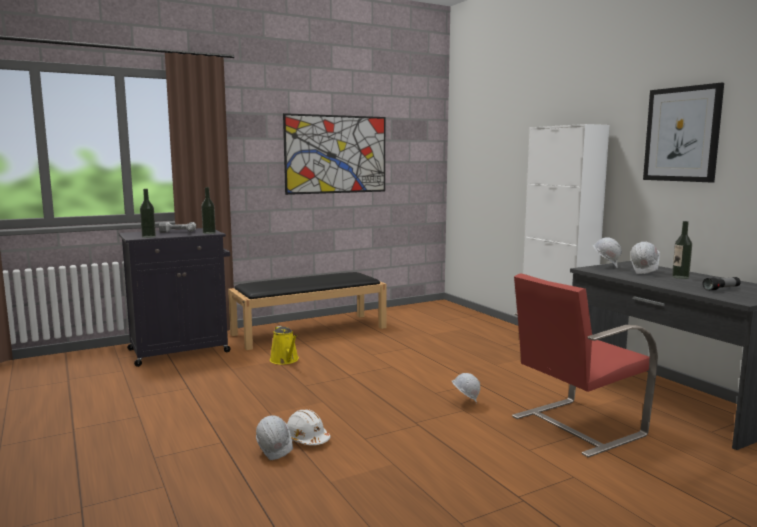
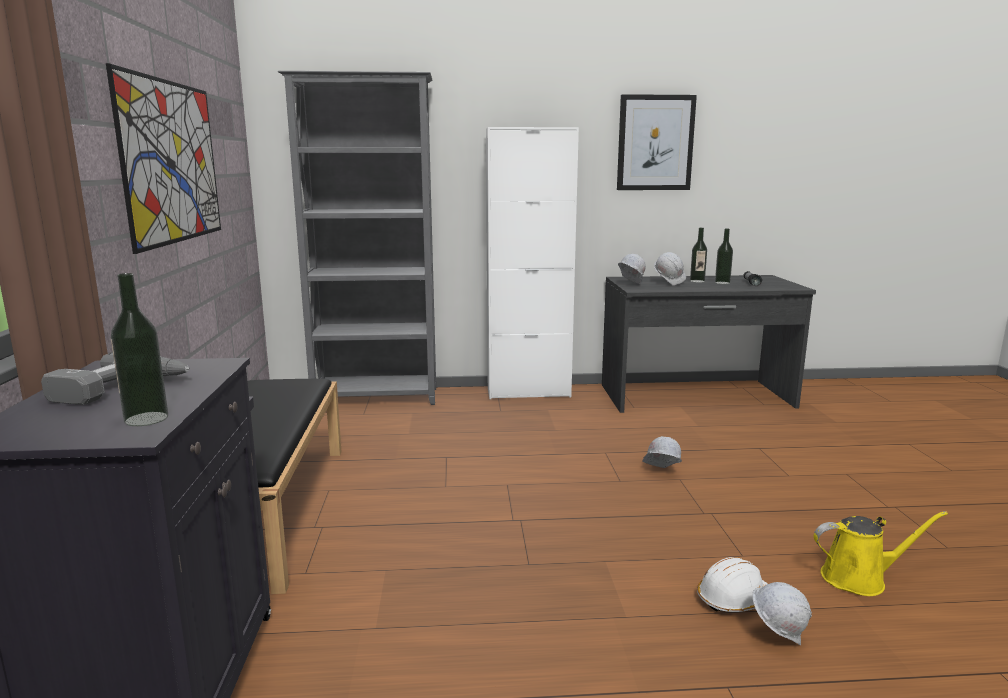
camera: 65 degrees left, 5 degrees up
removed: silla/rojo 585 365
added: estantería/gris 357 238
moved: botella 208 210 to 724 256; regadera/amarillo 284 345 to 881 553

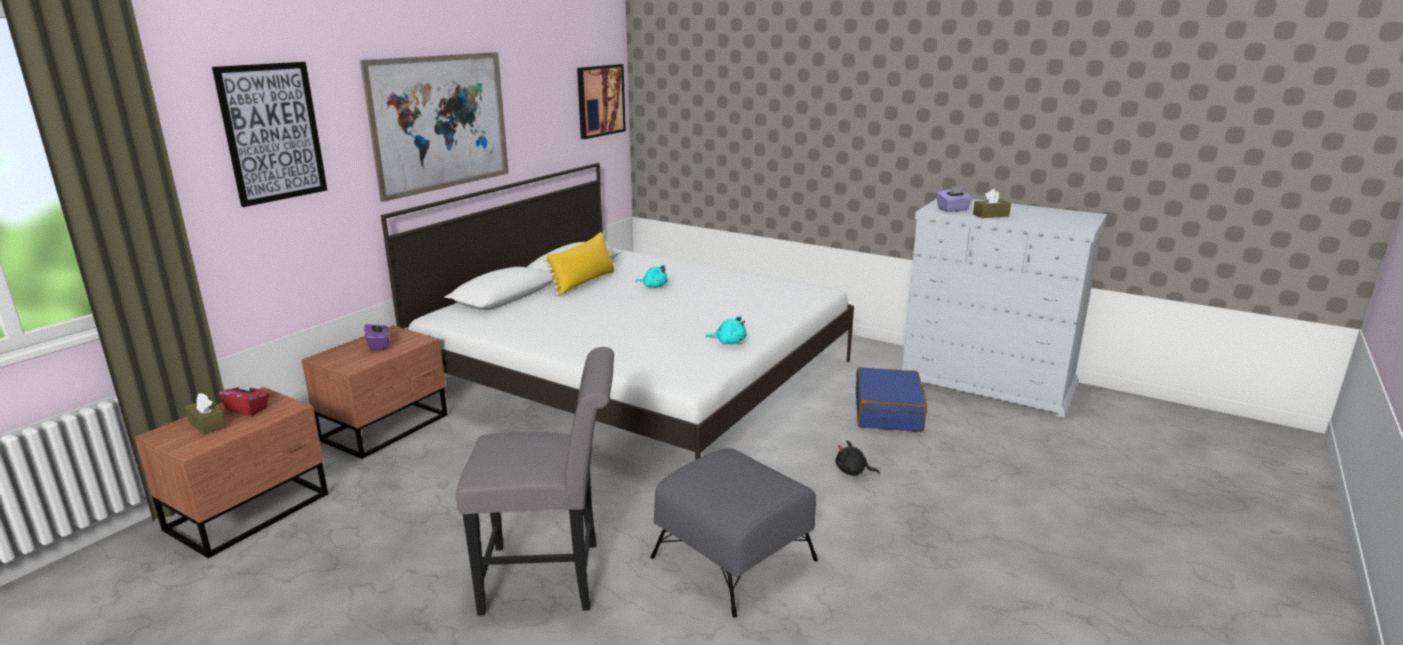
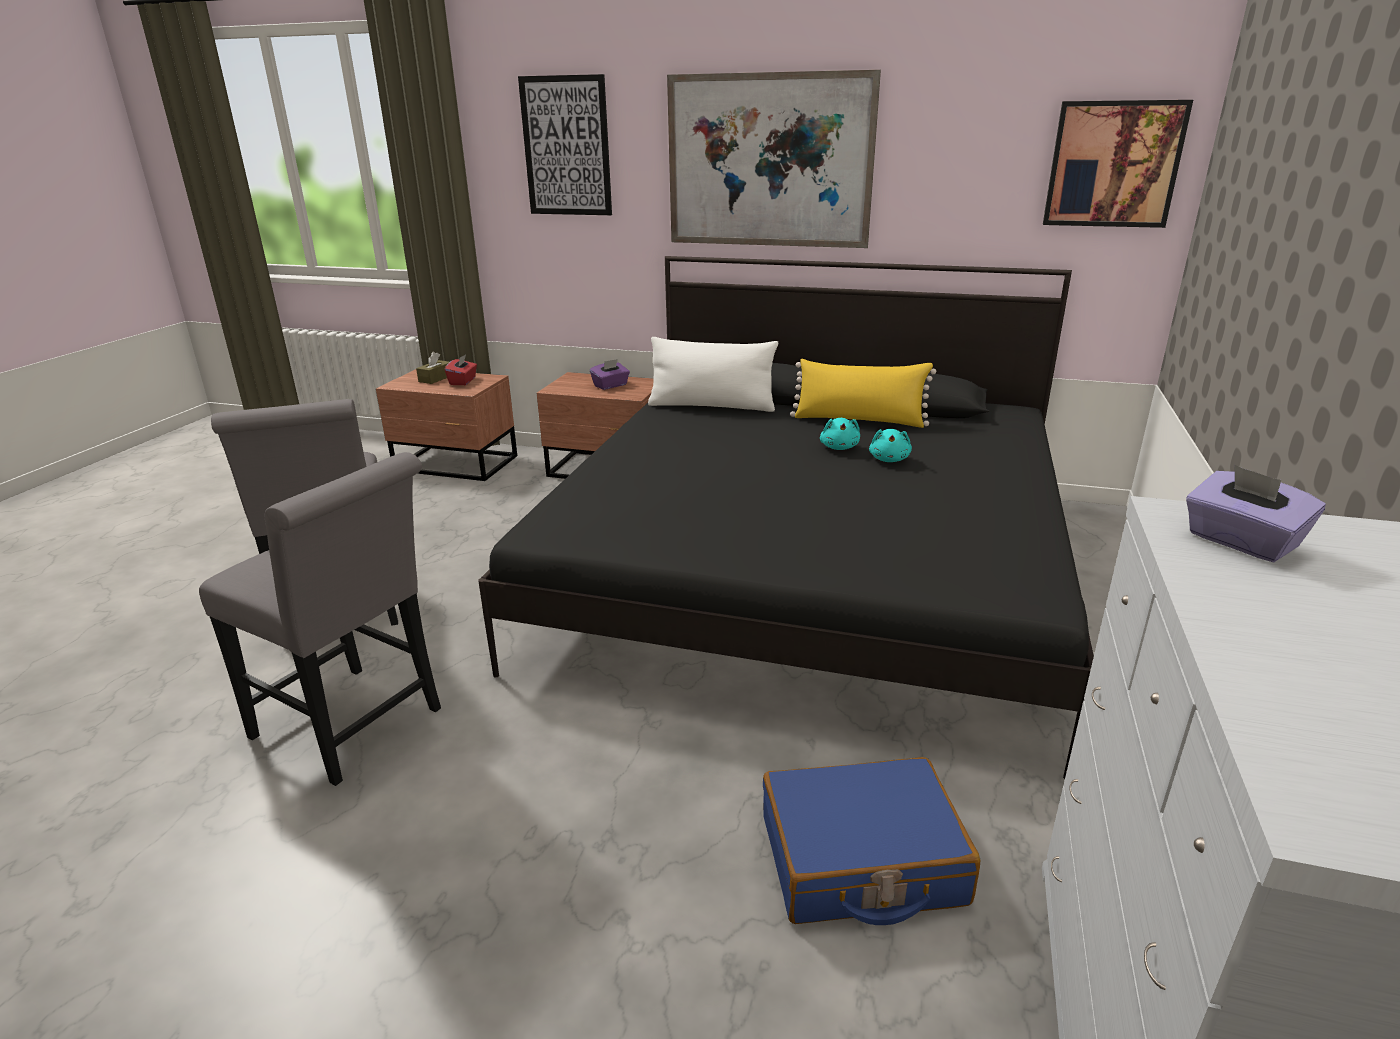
camera: 75 degrees right, 5 degrees up
removed: peluche/negro 857 458; caja de pañuelos/marrón 992 203
added: cojín/blanco 713 374
moved: peluche/turquesa 726 330 to 840 434
replaced: puf/gris 734 533 to silla/gris 320 619
recoloured: cama/blanco 617 311 to cama/negro 786 517

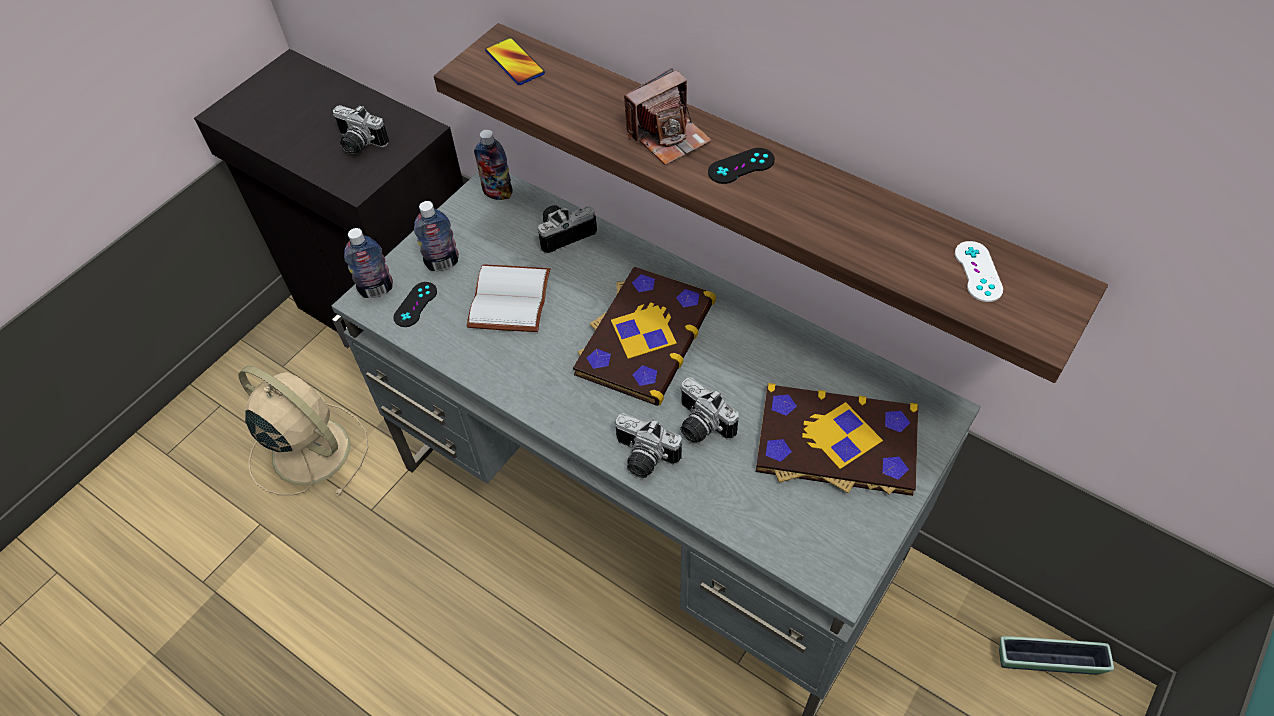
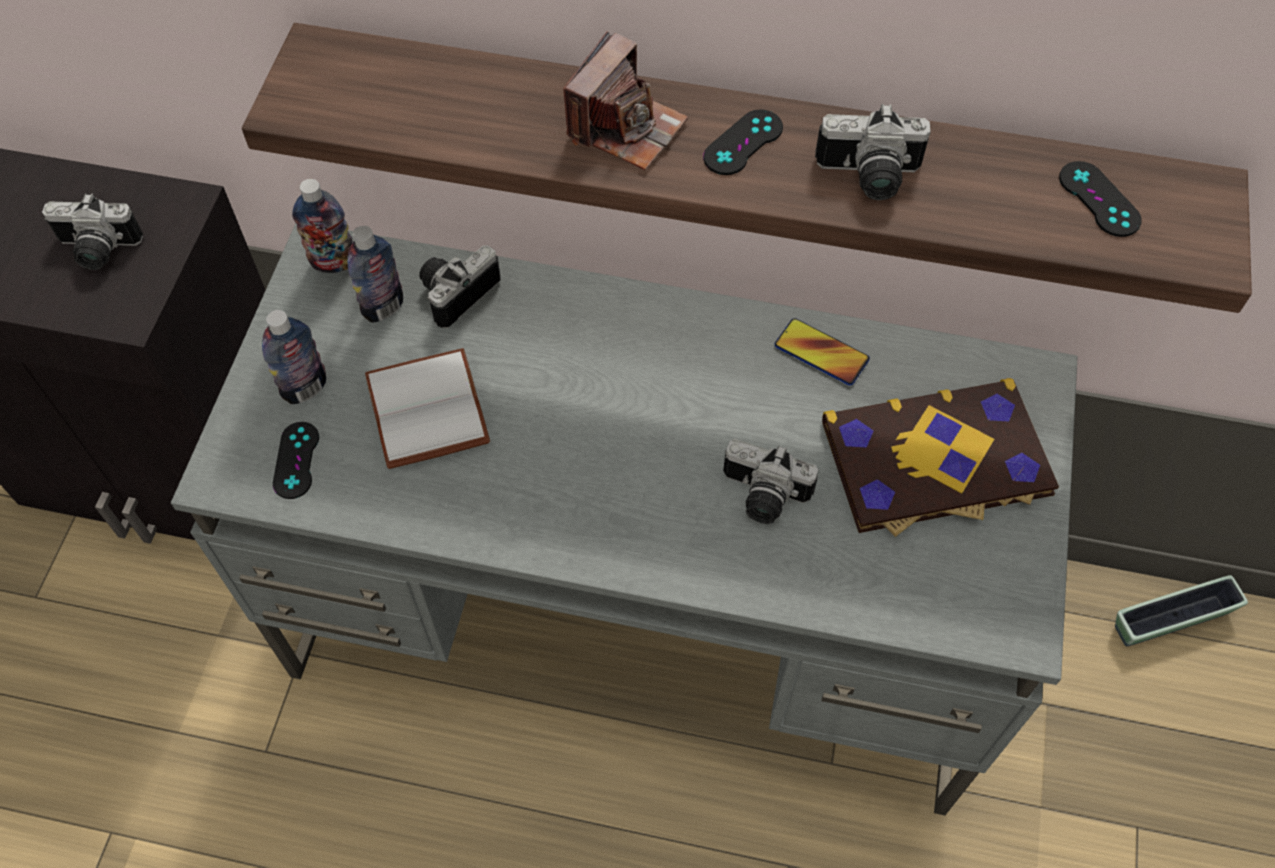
camera: 25 degrees left, 5 degrees up
removed: ventilador/beis 303 431; libro 644 336
moved: botella 368 263 to 375 274; móvil 515 61 to 822 351; cámara 648 445 to 873 152
recoloured: mando de consola/blanco 979 271 to mando de consola/negro 1100 199

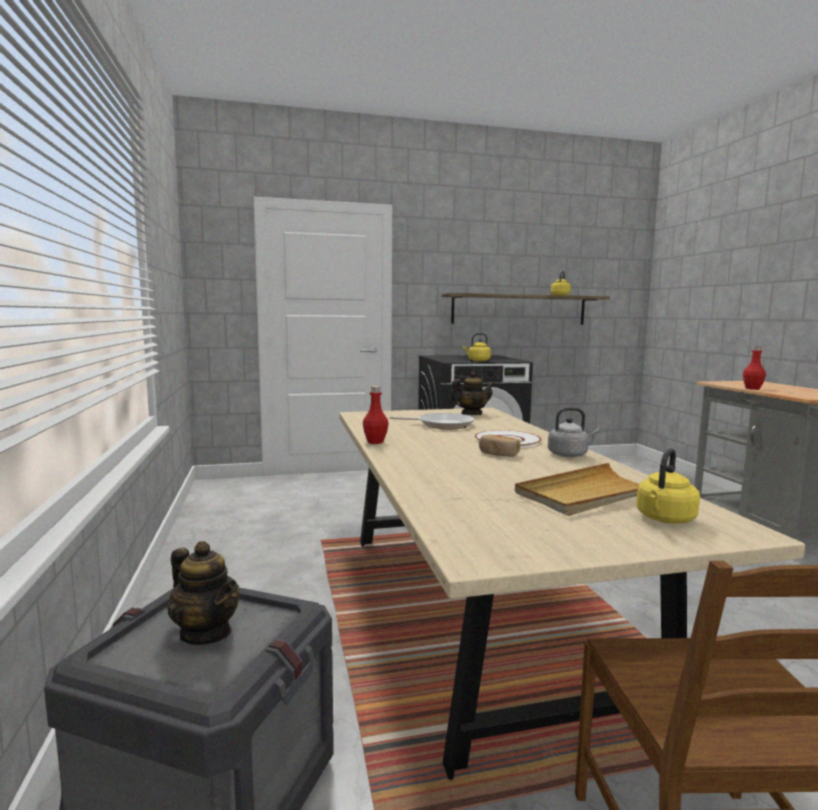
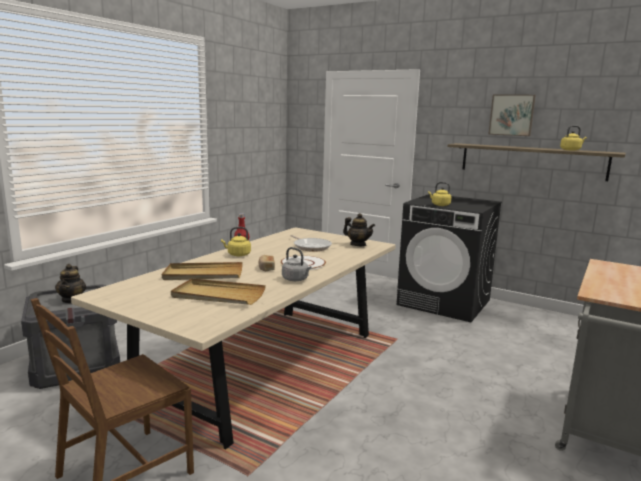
camera: 45 degrees right, 5 degrees up
removed: botella/rojo 754 368
added: bandeja/beis 202 271; cuadro 512 115
moved: hervidor/amarillo 668 486 to 236 241

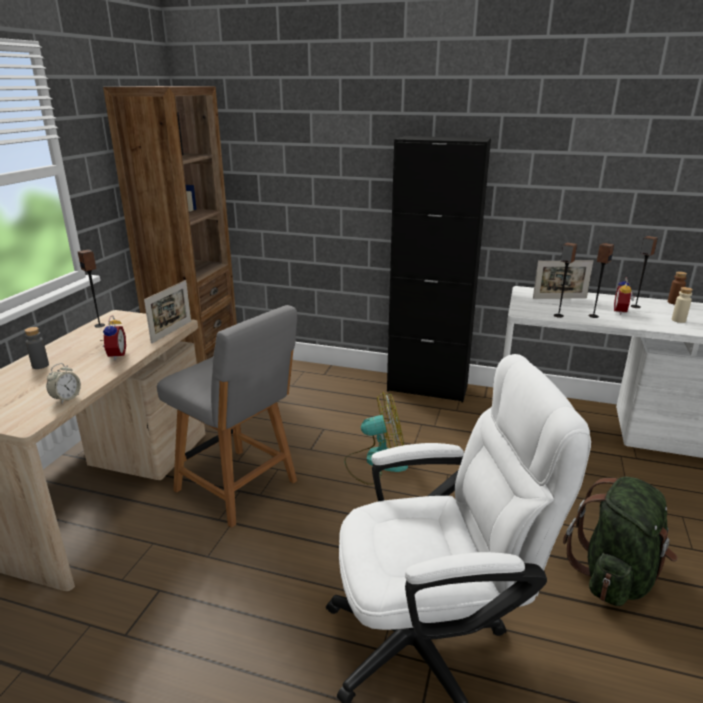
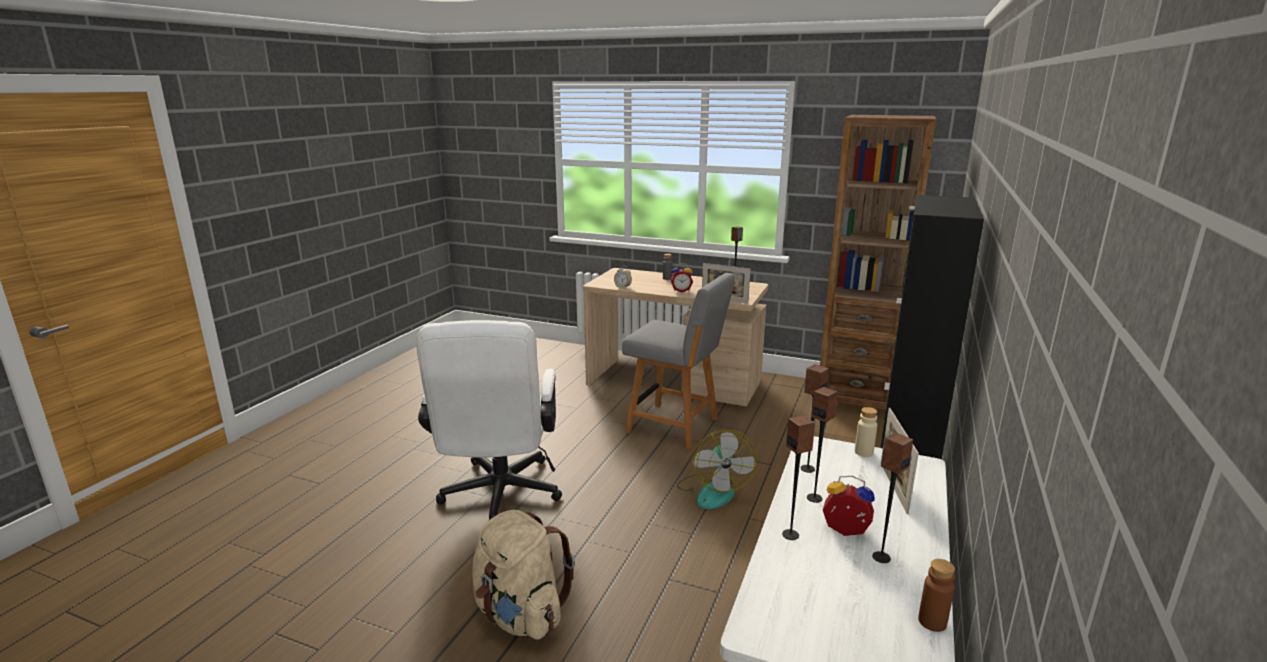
camera: 95 degrees right, 5 degrees down
added: altavoz 798 477
moved: botella/beis 682 305 to 866 432
recoloured: mochila/verde 620 541 to mochila/beis 523 575
turned: silla/gris 227 416 = 678 361 105 degrees counterclockwise

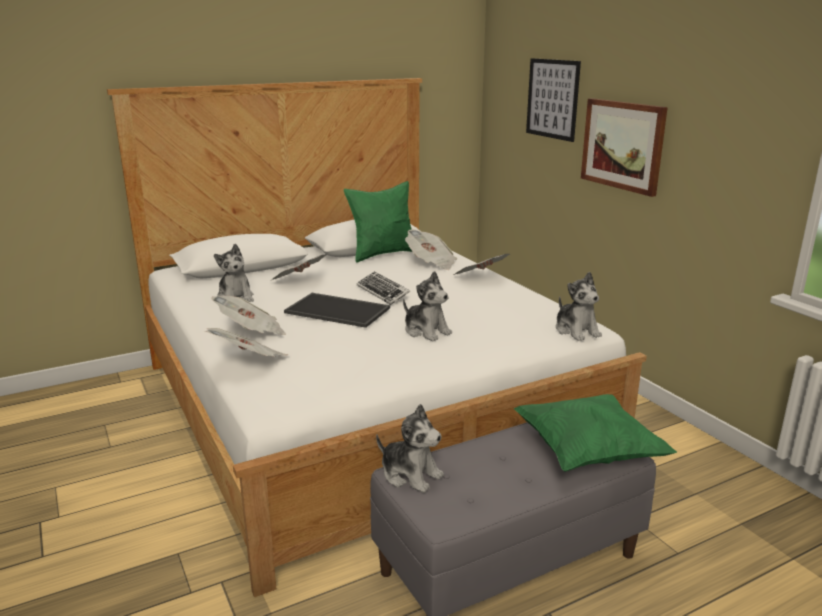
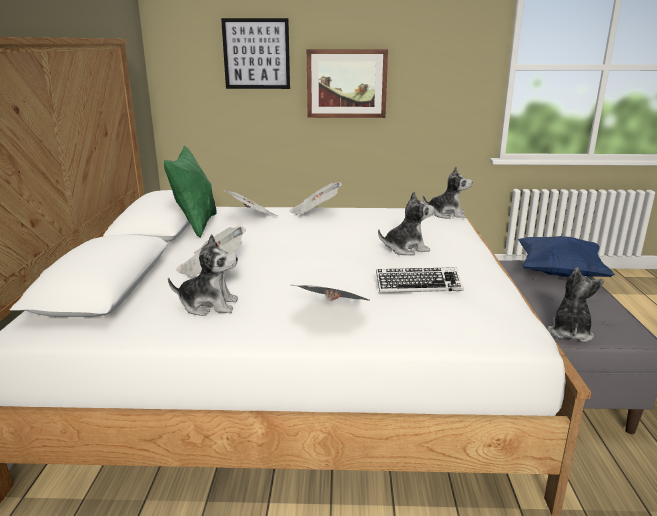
camera: 60 degrees left, 0 degrees up
removed: periódico 246 342; bandeja 337 310
moved: teclado 383 288 to 420 280
recoloured: cojín/verde 595 433 to cojín/azul 566 256
turned: peluche 410 448 = 576 305 45 degrees counterclockwise

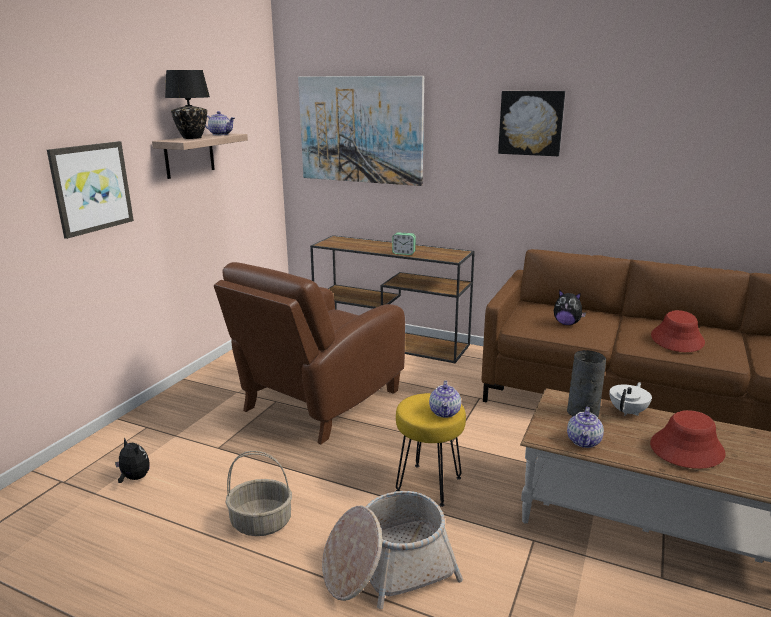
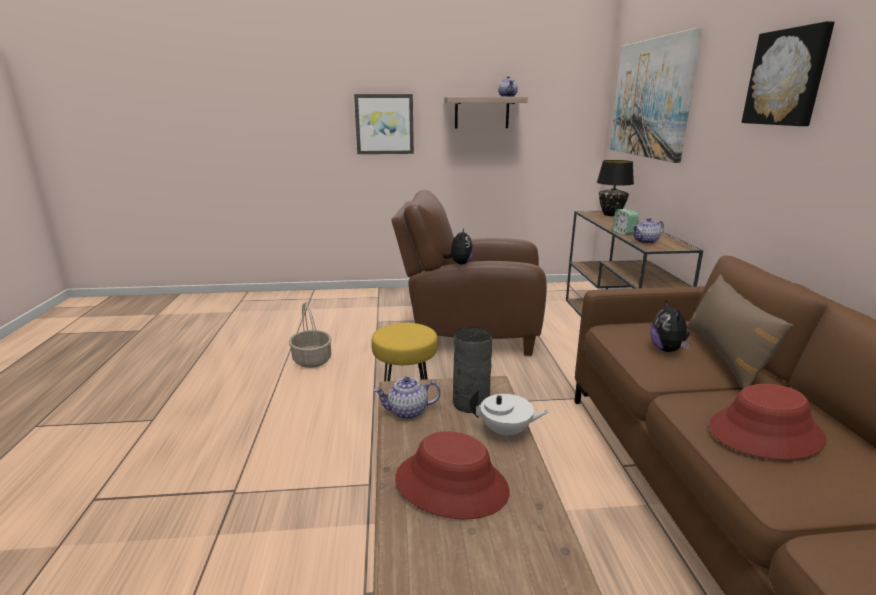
camera: 60 degrees right, 0 degrees up
removed: cesta 392 550
added: cojín/marrón 740 331
moved: peluche 132 460 to 458 247; lámpara de mesa/negro 187 104 to 615 188; tetera 445 399 to 648 231

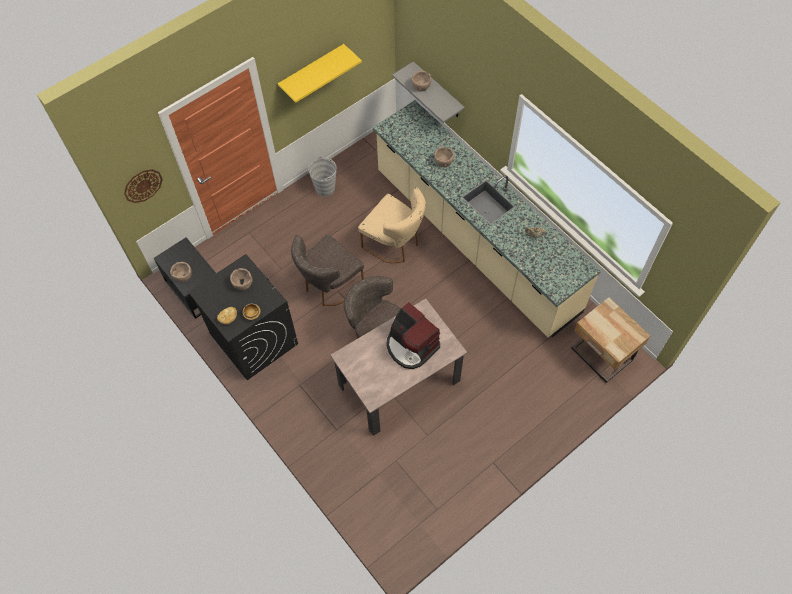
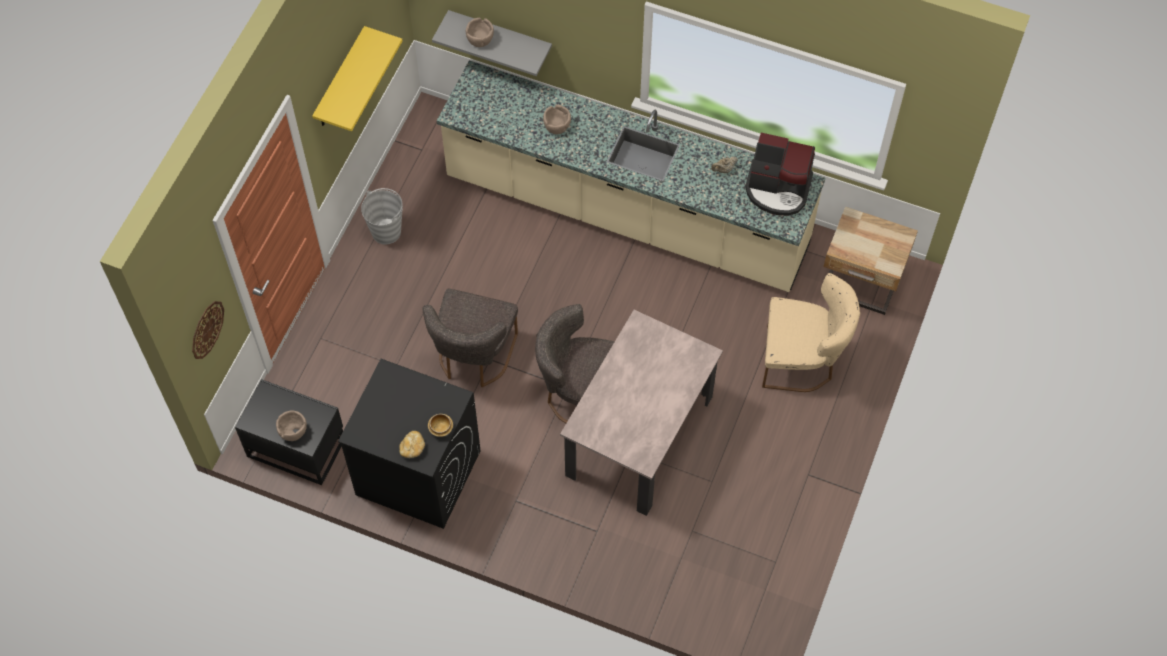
camera: 30 degrees left, 0 degrees up
removed: cuenco/marrón 241 279
moved: cafetera 413 335 to 780 174; silla/beis 392 225 to 811 332

